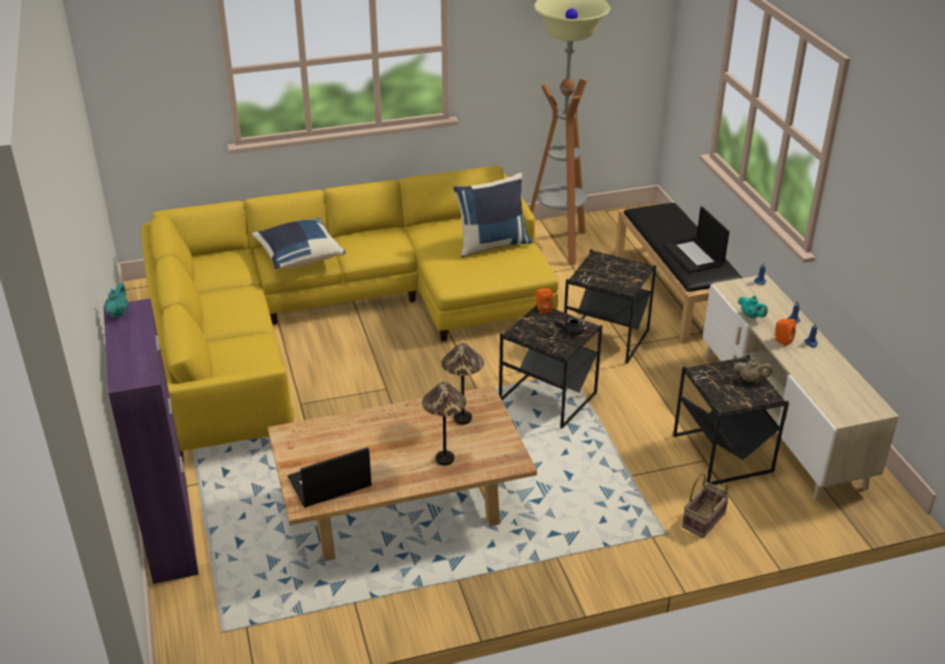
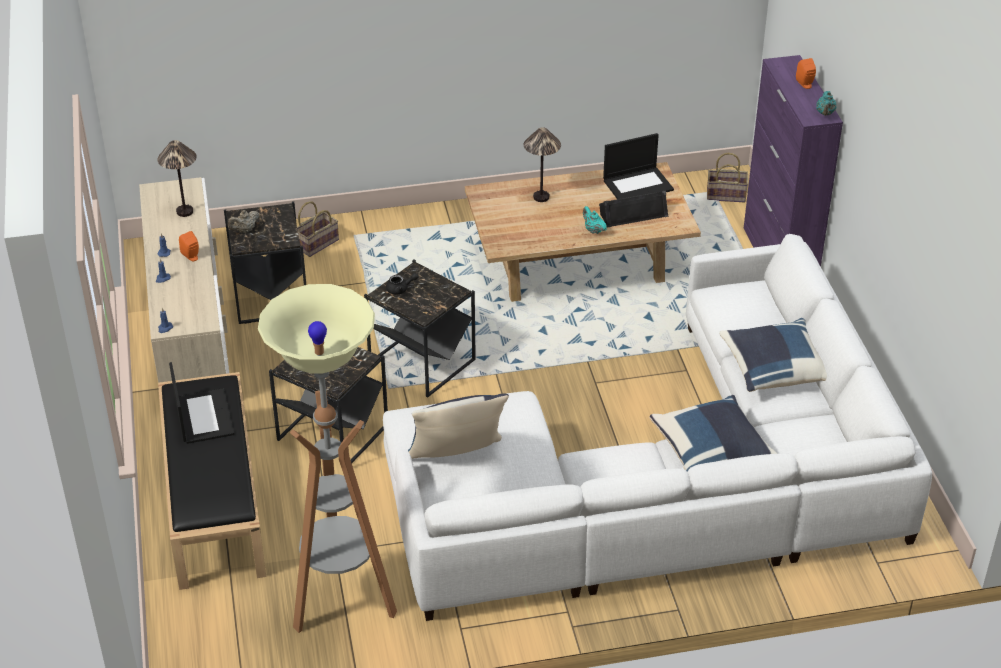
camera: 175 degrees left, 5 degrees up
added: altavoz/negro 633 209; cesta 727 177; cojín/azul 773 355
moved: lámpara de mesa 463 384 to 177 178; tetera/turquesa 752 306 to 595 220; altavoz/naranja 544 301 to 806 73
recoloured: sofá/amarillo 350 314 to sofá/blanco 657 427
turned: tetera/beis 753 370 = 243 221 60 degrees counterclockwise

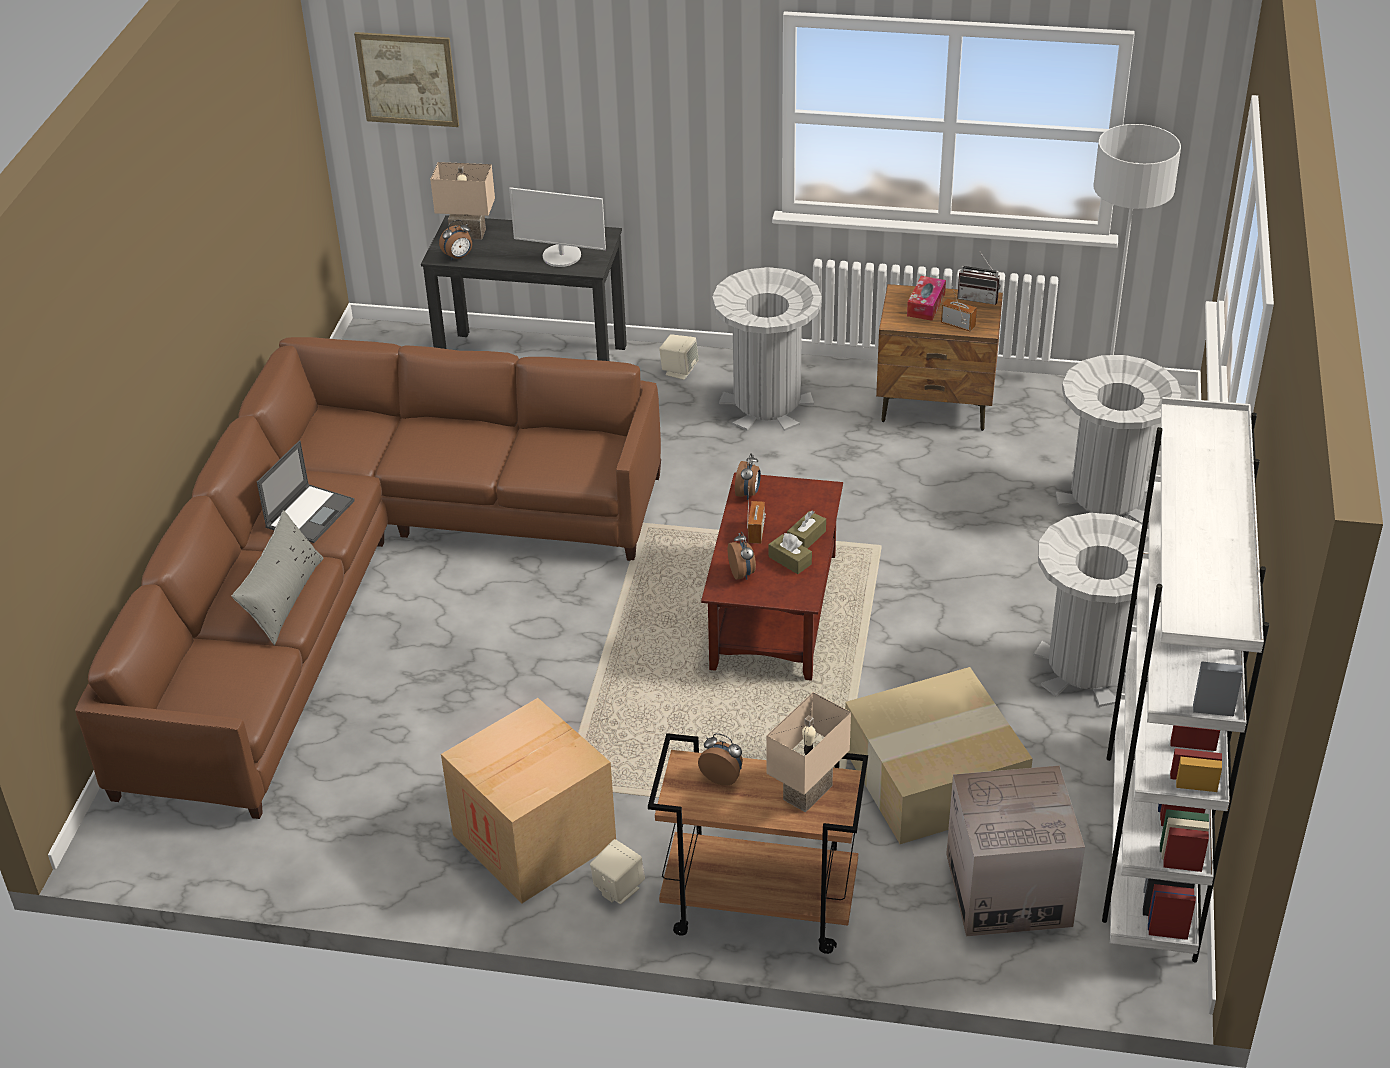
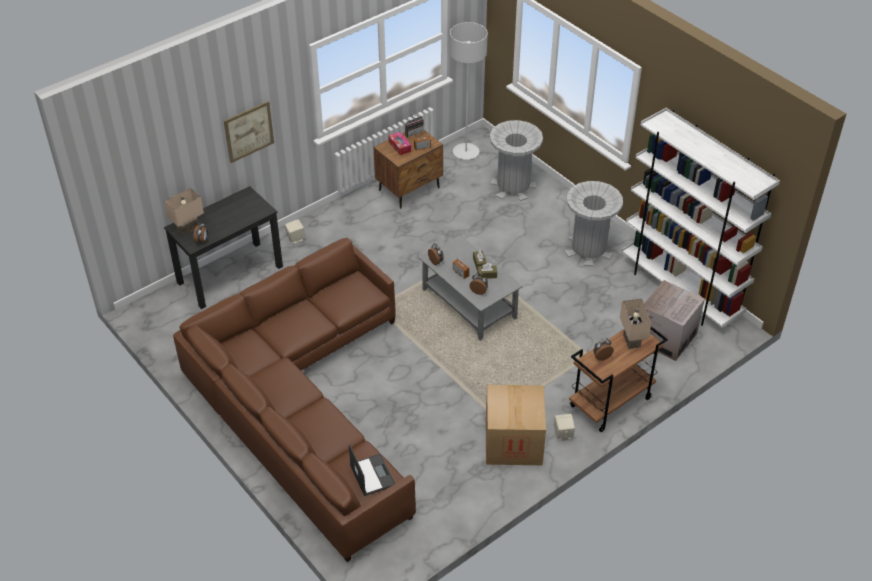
camera: 50 degrees left, 5 degrees up
removed: cojín/gris 278 577; monitor 557 227; papelera/gris 767 349; caja de cartón 939 755
moved: cuadro 406 79 to 249 132; portátil 305 491 to 372 470
recoloured: mesa de centro/marrón 772 576 to mesa de centro/gris 471 288

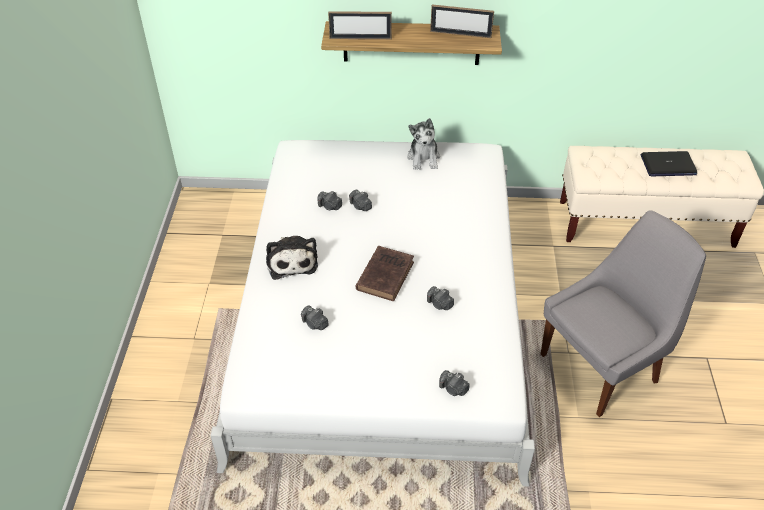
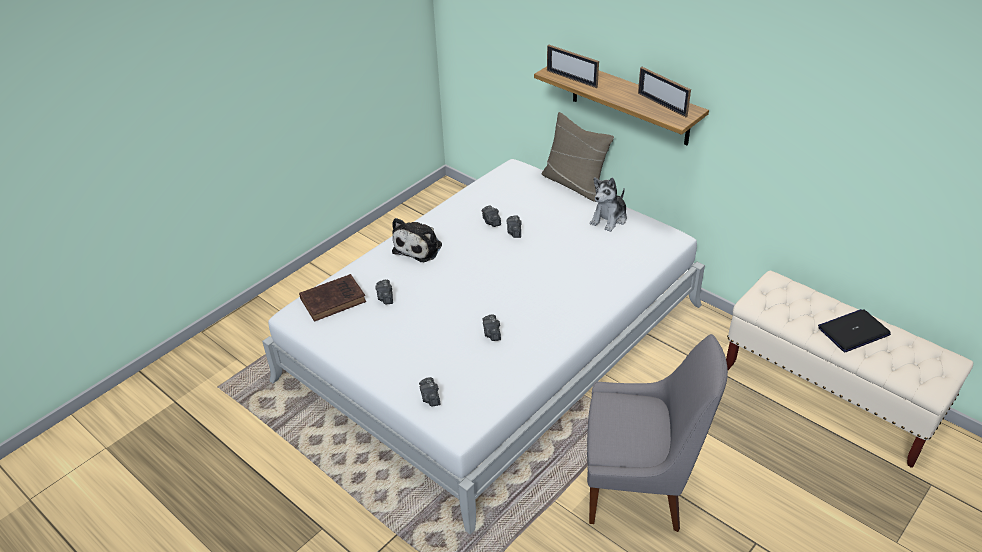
camera: 40 degrees right, 5 degrees down
added: cojín/beis 578 157
moved: libro/marrón 385 273 to 332 298
turned: portátil 669 163 = 854 330 120 degrees clockwise

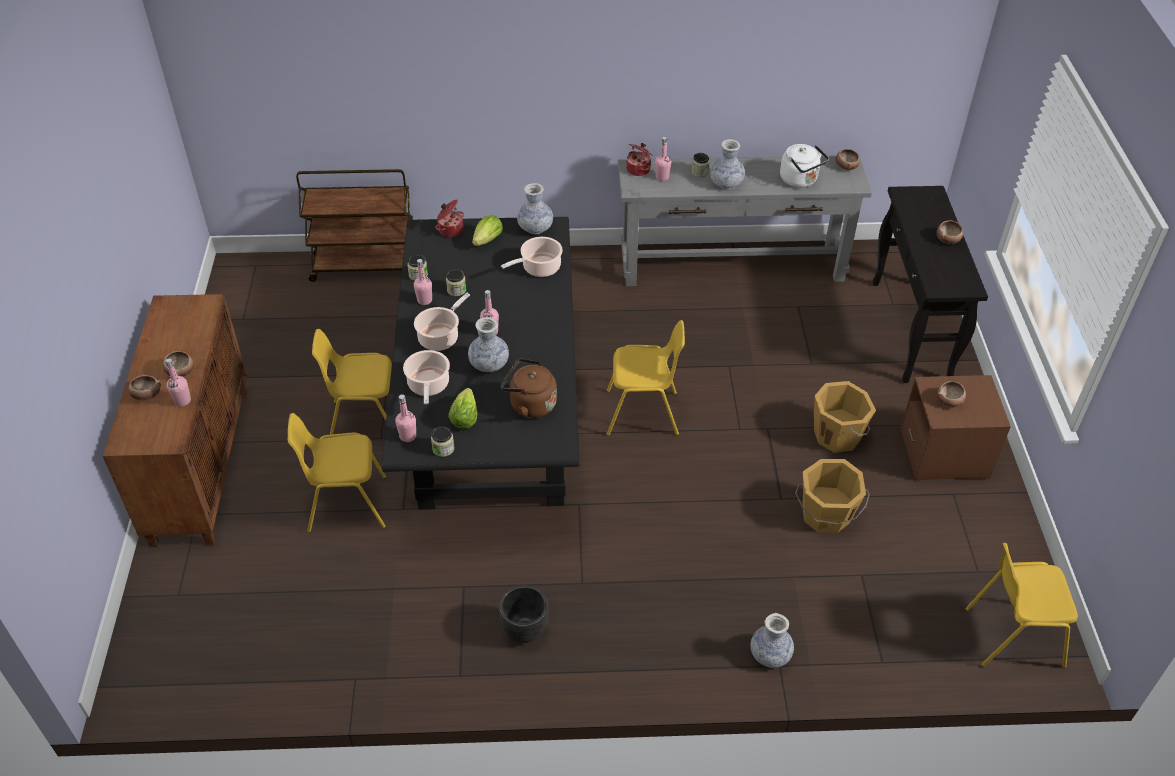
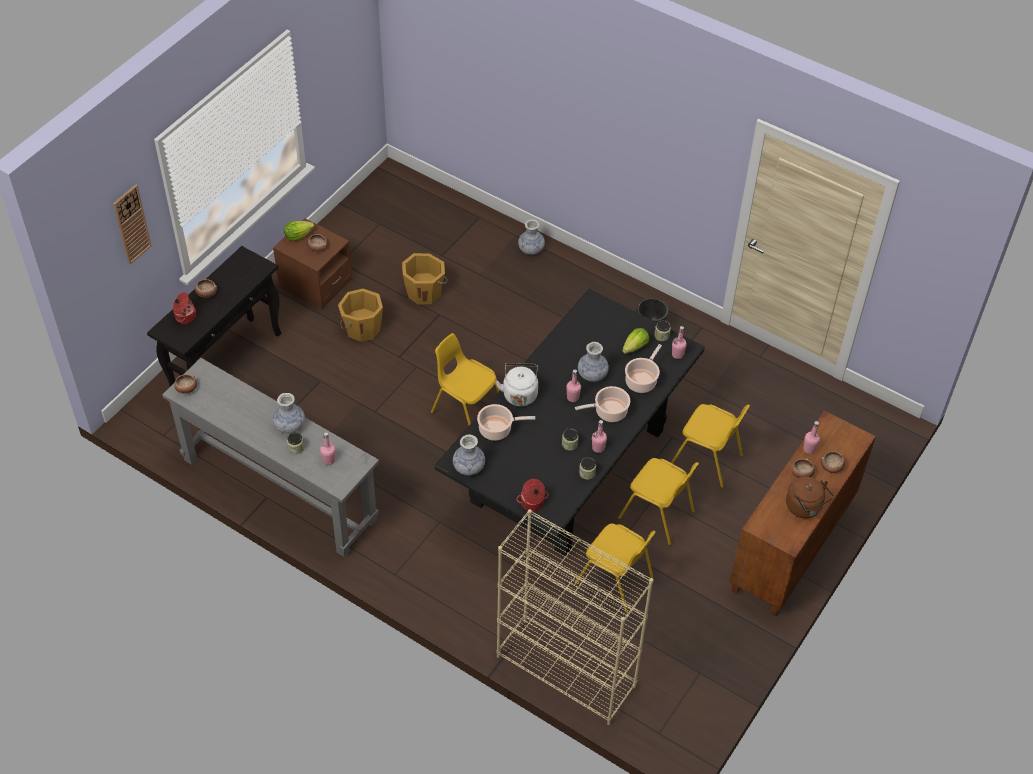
camera: 145 degrees left, 5 degrees up
added: reloj de pared 132 224
moved: olla 640 159 to 184 308; lechuga 487 230 to 299 231; hervidor/blanco 804 166 to 517 384; silla/amarillo 1021 605 to 615 568; hervidor/marrón 529 388 to 810 497
replaced: carrito/marrón 354 225 to estantería/beis 575 617

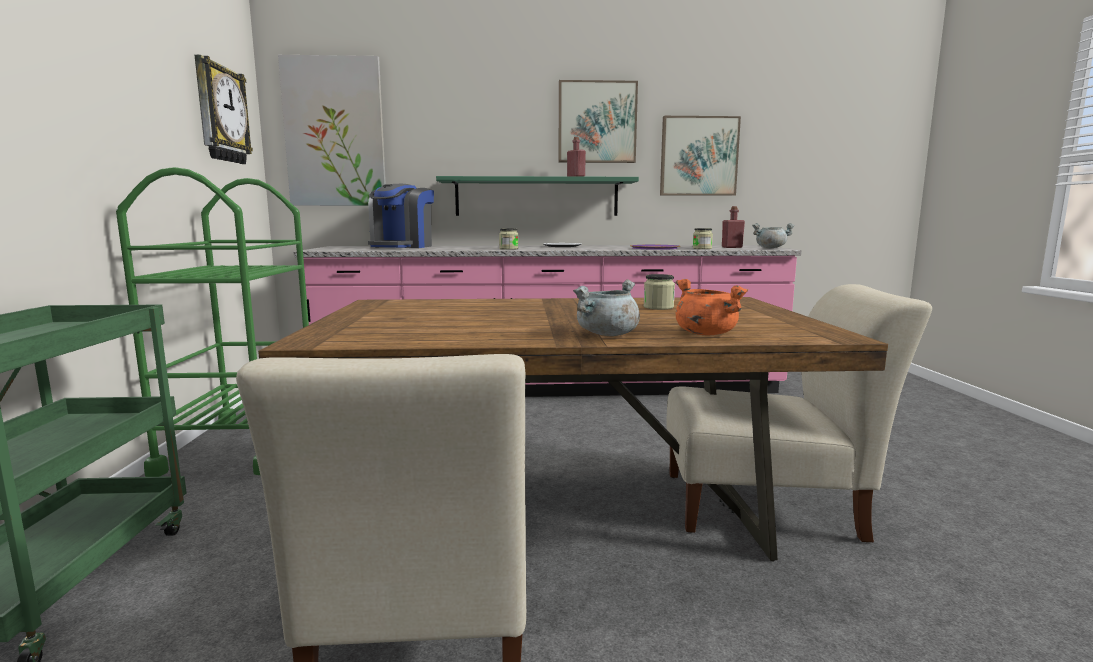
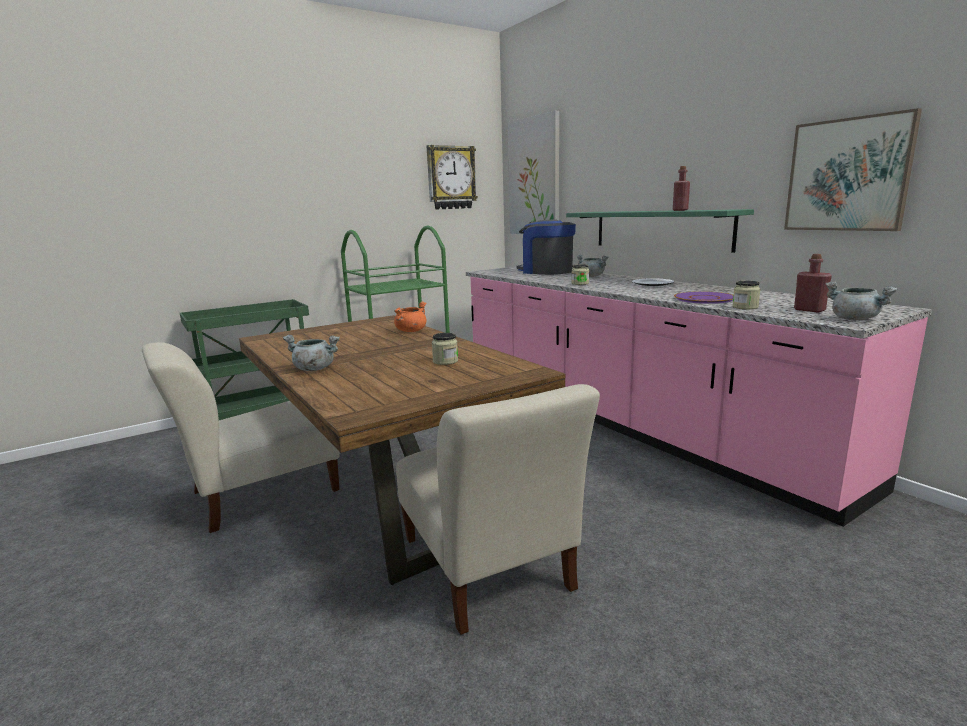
camera: 60 degrees right, 5 degrees up
removed: cuadro 598 121
added: olla/gris 592 265
moved: olla/naranja 712 307 to 410 317
turned: cafetera 401 216 = 546 247 60 degrees clockwise

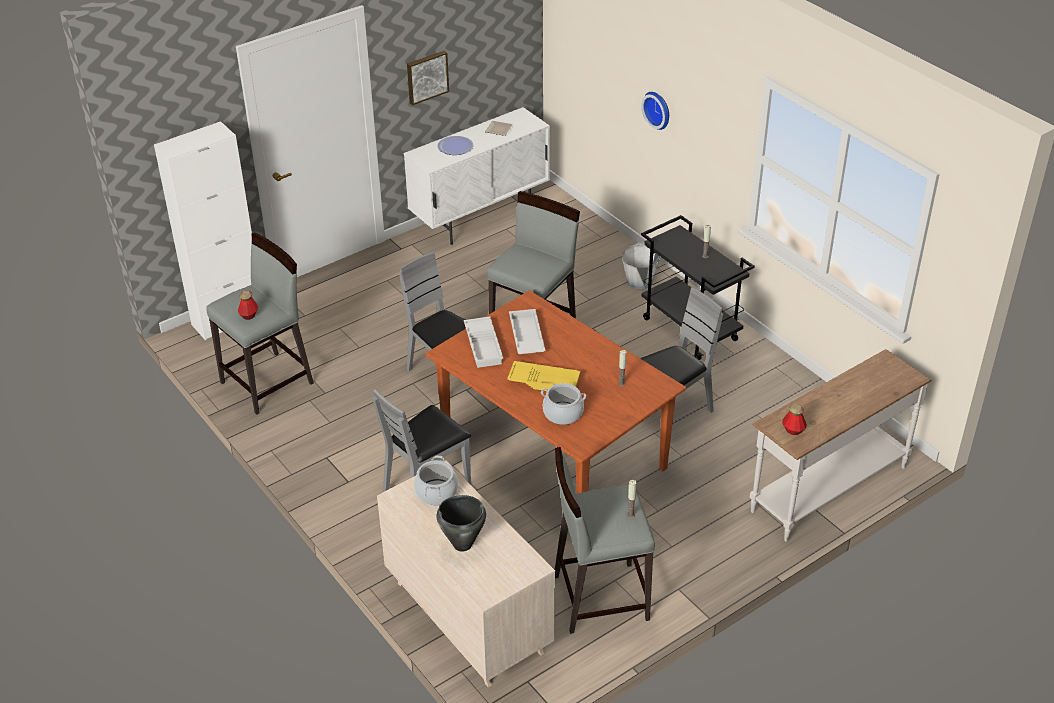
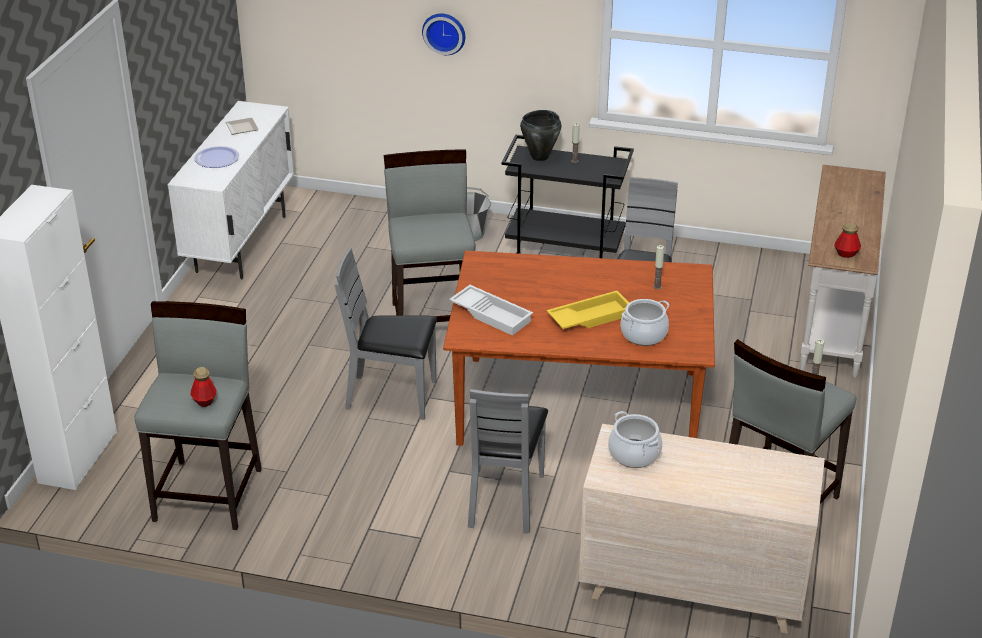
camera: 40 degrees left, 5 degrees down
removed: cuadro 428 78; bandeja/blanco 527 331
moved: olla/negro 461 523 to 540 135

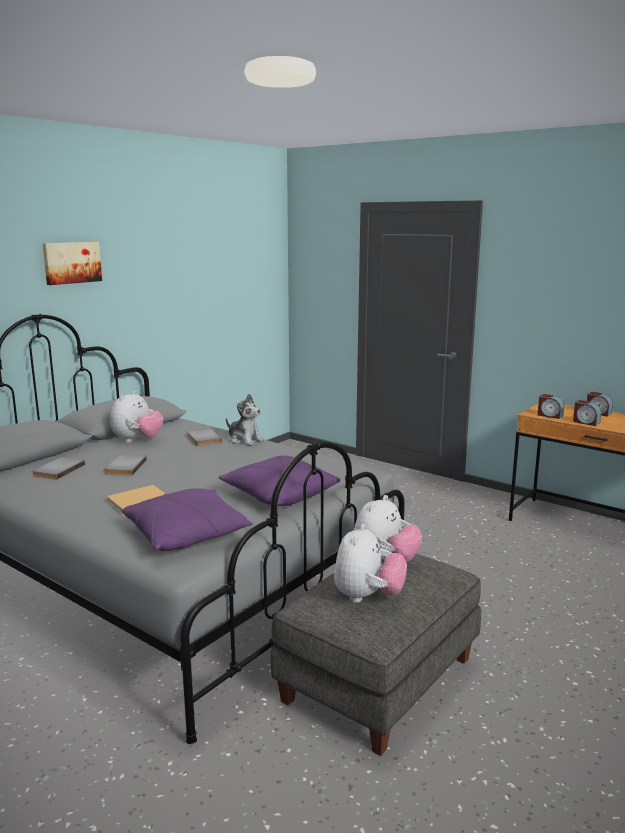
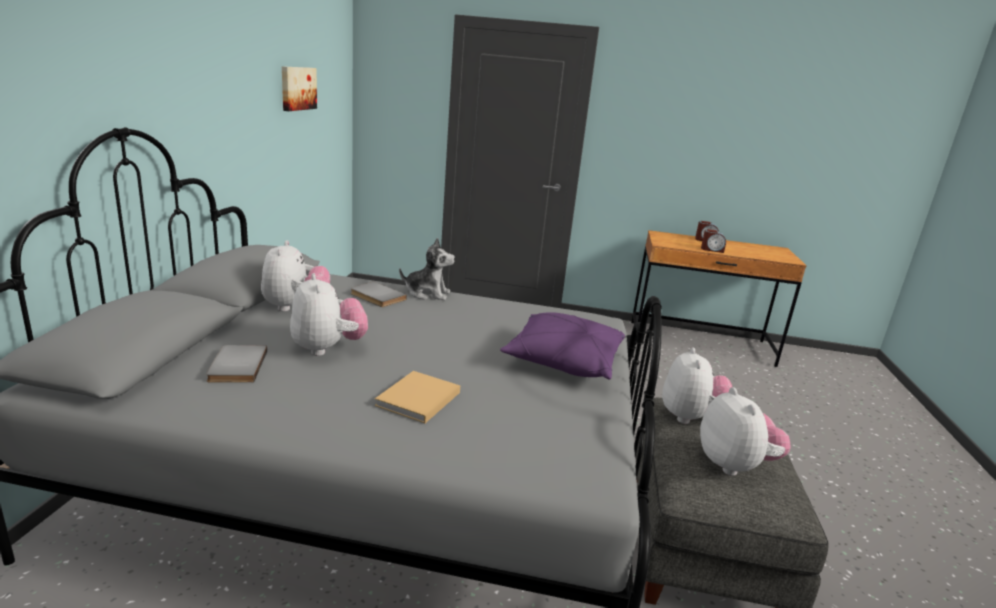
camera: 30 degrees left, 5 degrees up
removed: cojín/morado 187 519; despertador 550 406
moved: cuadro 72 263 to 299 88
replaced: libro/gris 125 465 to peluche 329 314

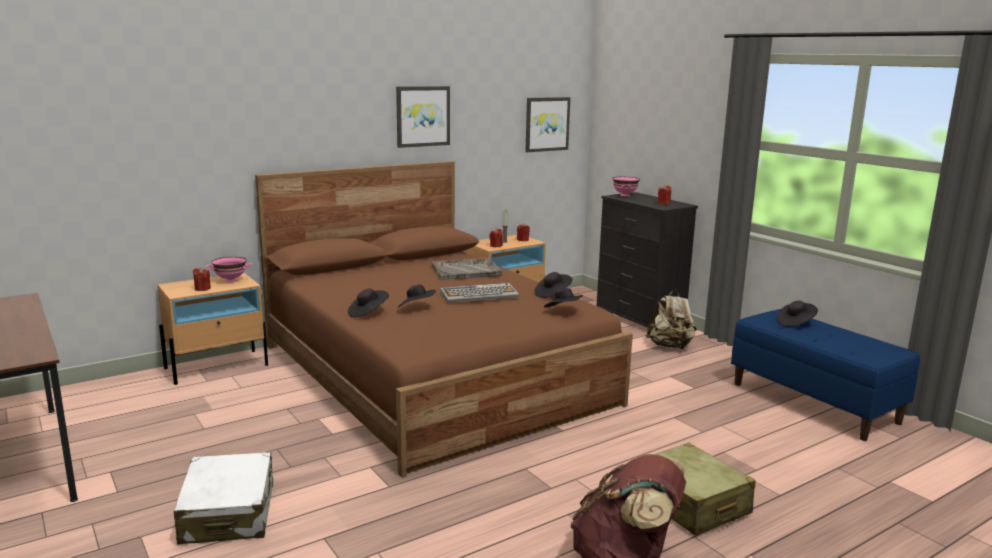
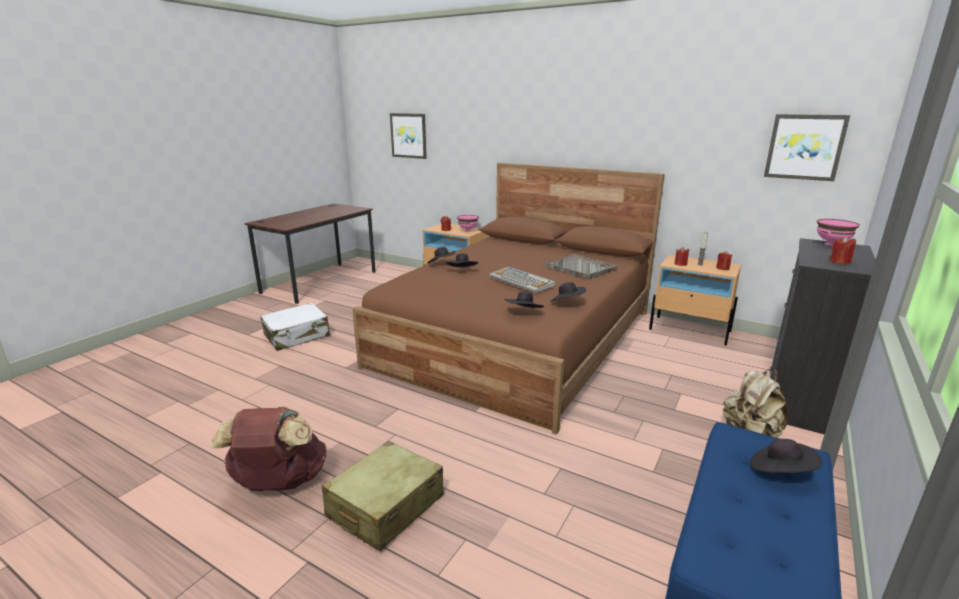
camera: 65 degrees right, 5 degrees up
moved: cuadro 423 117 to 408 136

